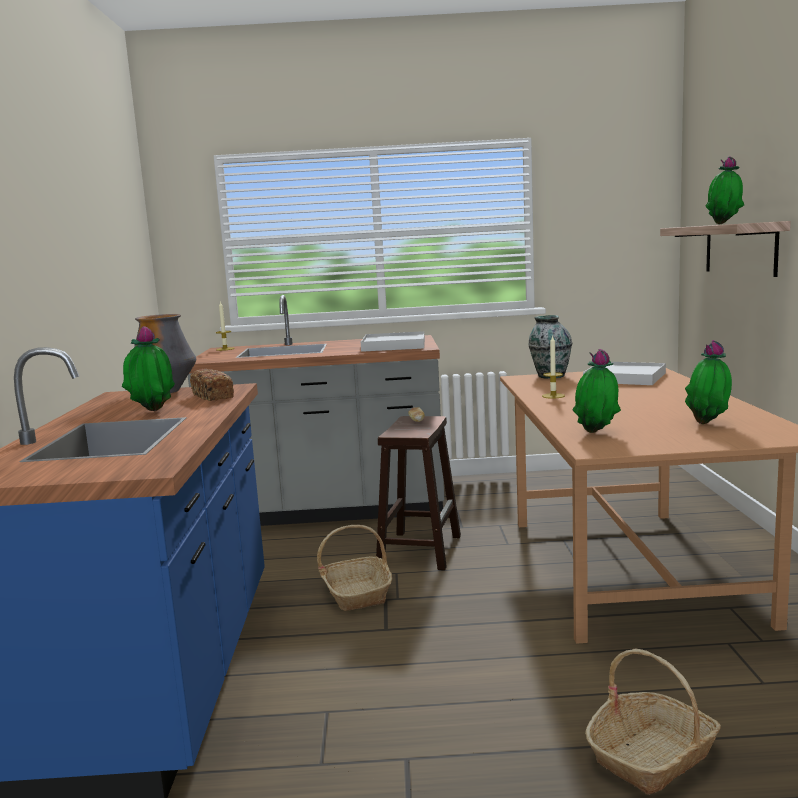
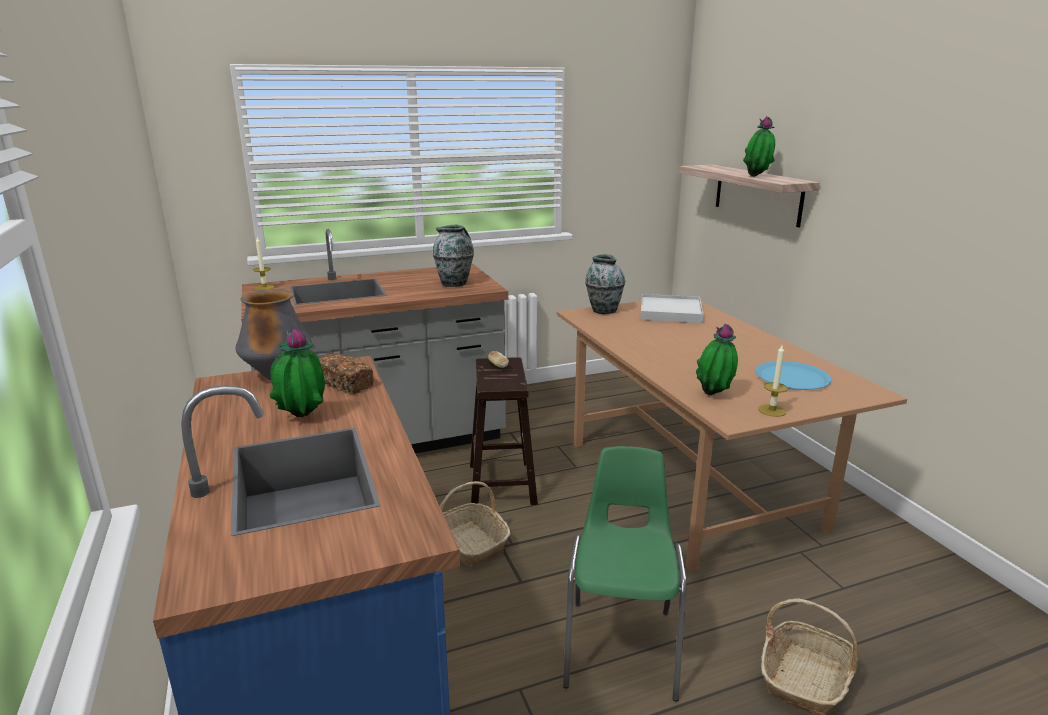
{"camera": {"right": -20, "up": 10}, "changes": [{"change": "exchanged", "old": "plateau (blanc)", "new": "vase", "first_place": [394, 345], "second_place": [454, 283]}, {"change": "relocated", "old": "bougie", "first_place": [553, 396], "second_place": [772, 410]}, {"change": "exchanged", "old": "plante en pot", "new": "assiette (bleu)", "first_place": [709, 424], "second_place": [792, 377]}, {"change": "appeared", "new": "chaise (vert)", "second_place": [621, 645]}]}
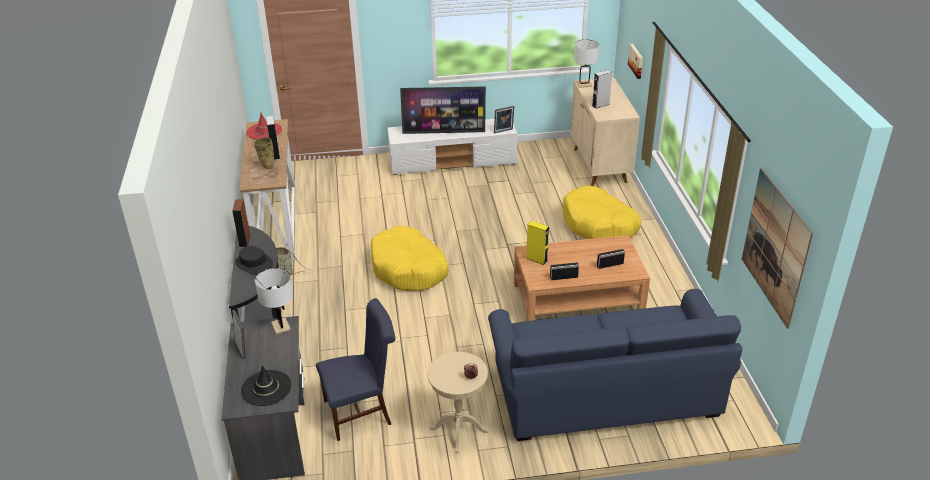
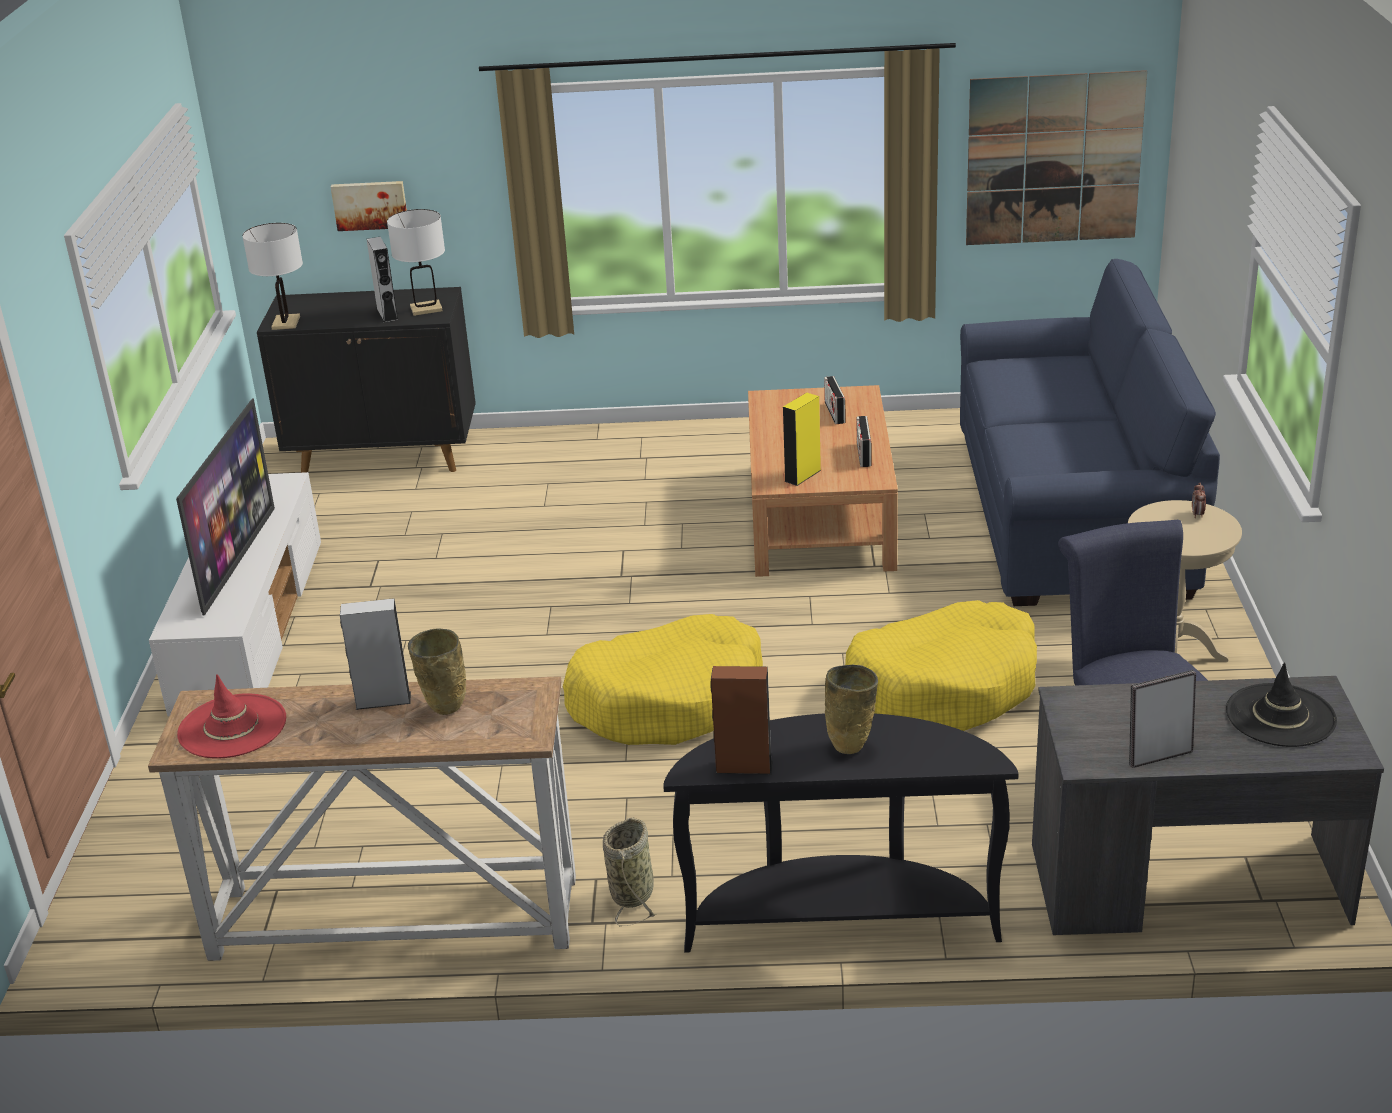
{"camera": {"right": -80, "up": -5}, "changes": [{"change": "exchanged", "old": "chapeau (noir)", "new": "vase (beige)", "first_place": [253, 264], "second_place": [852, 746]}, {"change": "relocated", "old": "lampe de table (blanc)", "first_place": [281, 326], "second_place": [426, 309]}, {"change": "missing", "old": "cadre photo", "first_place": [503, 131]}, {"change": "relocated", "old": "panier pour chien (jaune)", "first_place": [599, 225], "second_place": [943, 687]}, {"change": "colour", "old": "meuble de rangement (beige)", "new": "meuble de rangement (noir)", "first_place": [600, 166], "second_place": [385, 456]}]}
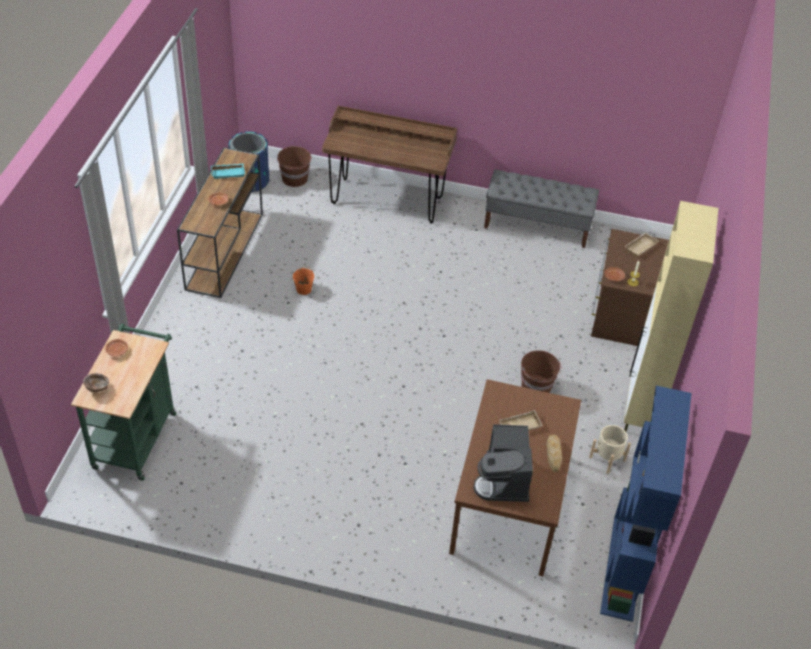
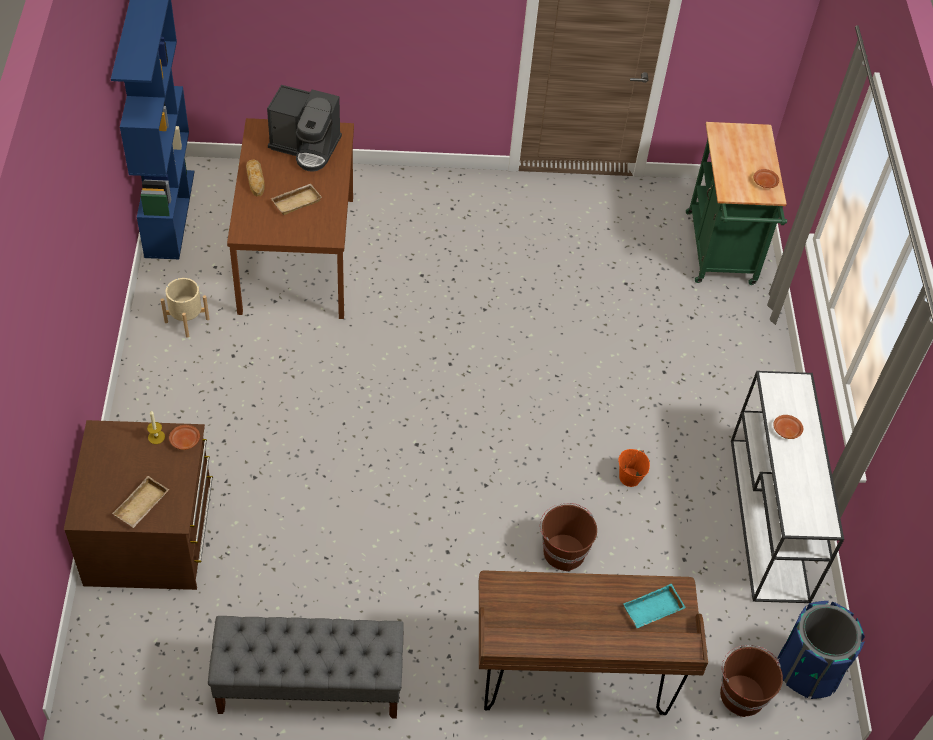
{"camera": {"right": 165, "up": 5}, "changes": [{"change": "missing", "old": "bol (marron)", "first_place": [97, 388]}, {"change": "colour", "old": "table console (marron)", "new": "table console (blanc)", "first_place": [225, 250], "second_place": [769, 520]}, {"change": "relocated", "old": "plateau (turquoise)", "first_place": [228, 172], "second_place": [653, 611]}, {"change": "spun", "old": "machine à café", "first_place": [504, 480], "second_place": [306, 147], "degrees": 120}, {"change": "relocated", "old": "seau (marron)", "first_place": [536, 386], "second_place": [563, 551]}, {"change": "missing", "old": "meuble de rangement (beige)", "first_place": [641, 410]}]}
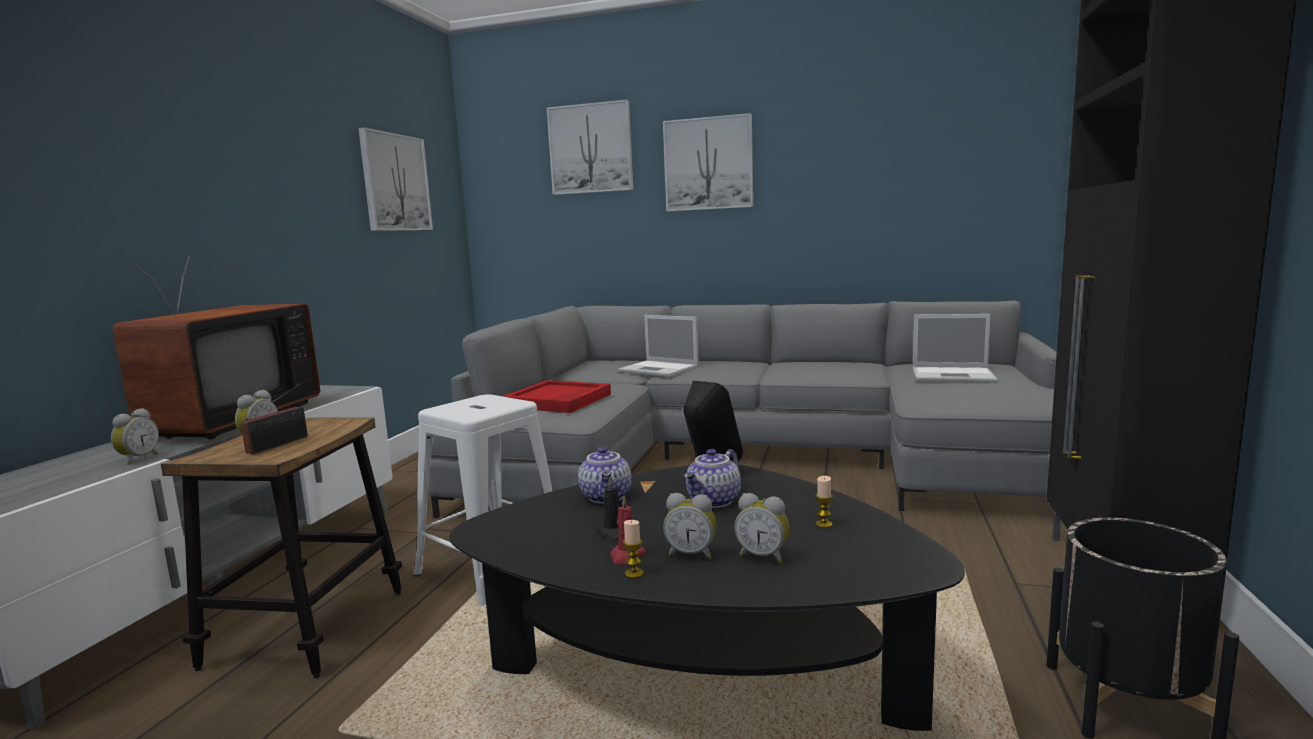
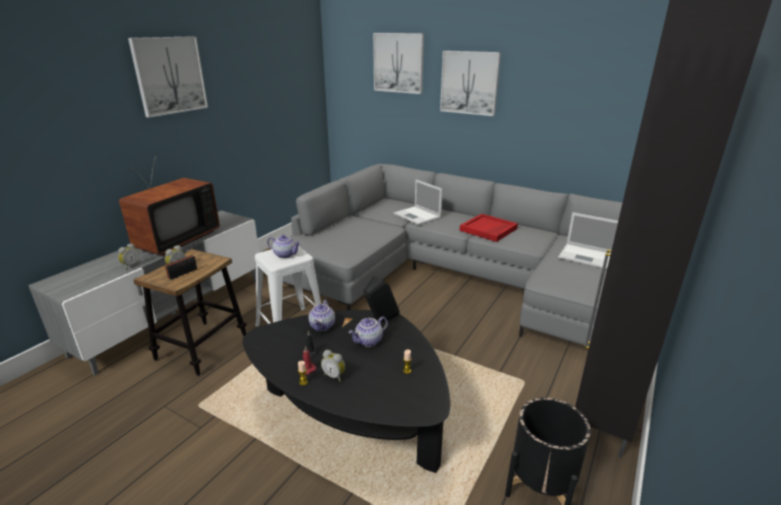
{"camera": {"right": 15, "up": 15}, "changes": [{"change": "relocated", "old": "tableau", "first_place": [395, 183], "second_place": [169, 75]}, {"change": "relocated", "old": "plateau (rouge)", "first_place": [558, 401], "second_place": [488, 229]}, {"change": "missing", "old": "réveil", "first_place": [763, 556]}, {"change": "appeared", "new": "théière", "second_place": [285, 255]}]}
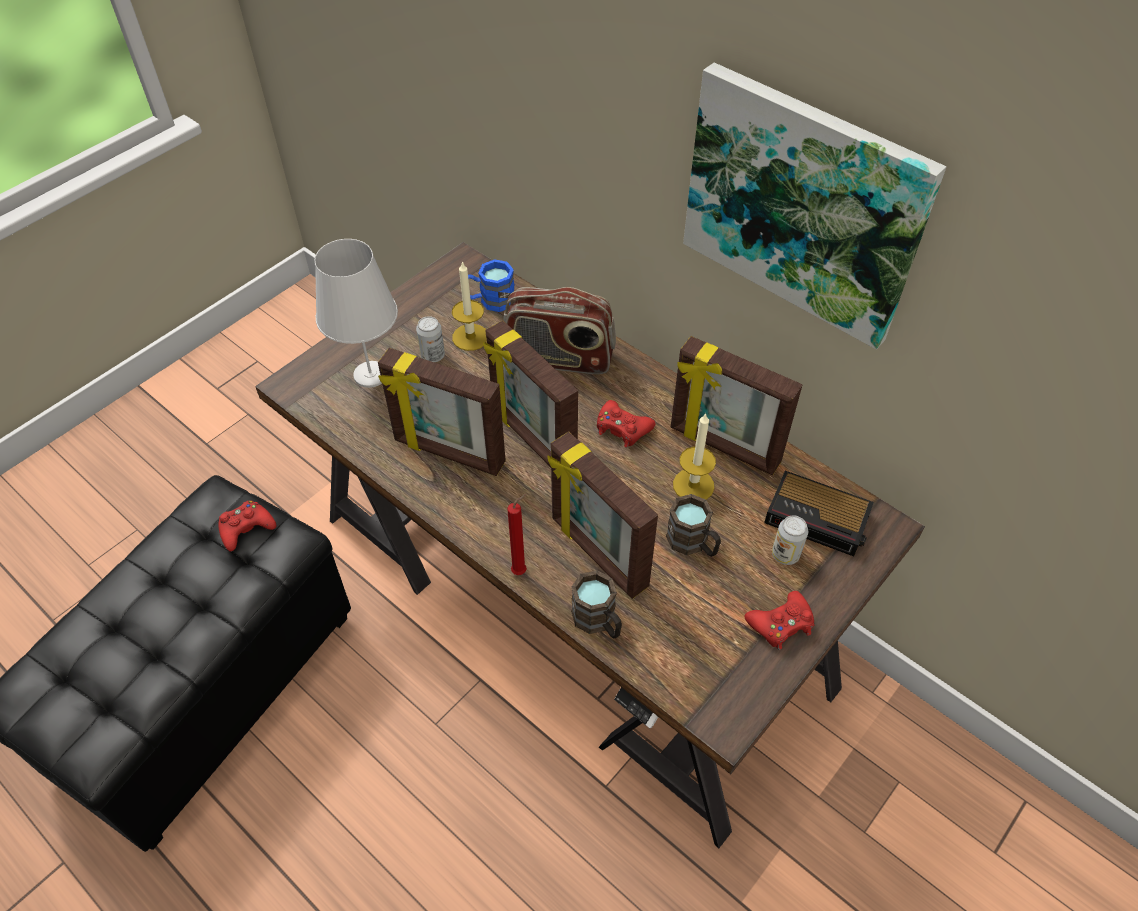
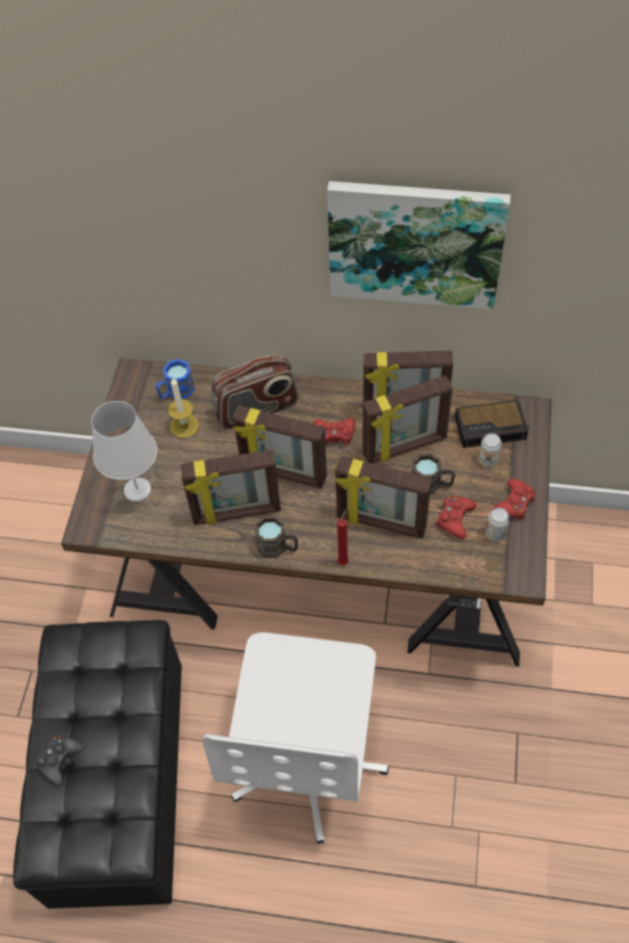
{"camera": {"right": -30, "up": 5}, "changes": [{"change": "relocated", "old": "manette (rouge)", "first_place": [246, 528], "second_place": [455, 519]}, {"change": "relocated", "old": "boîte métallique", "first_place": [433, 355], "second_place": [495, 534]}, {"change": "relocated", "old": "mug (marron)", "first_place": [598, 621], "second_place": [278, 547]}, {"change": "exchanged", "old": "bougie", "new": "cadre photo", "first_place": [693, 485], "second_place": [405, 447]}, {"change": "appeared", "new": "manette (noir)", "second_place": [59, 760]}, {"change": "appeared", "new": "chaise de bureau (blanc)", "second_place": [308, 761]}]}
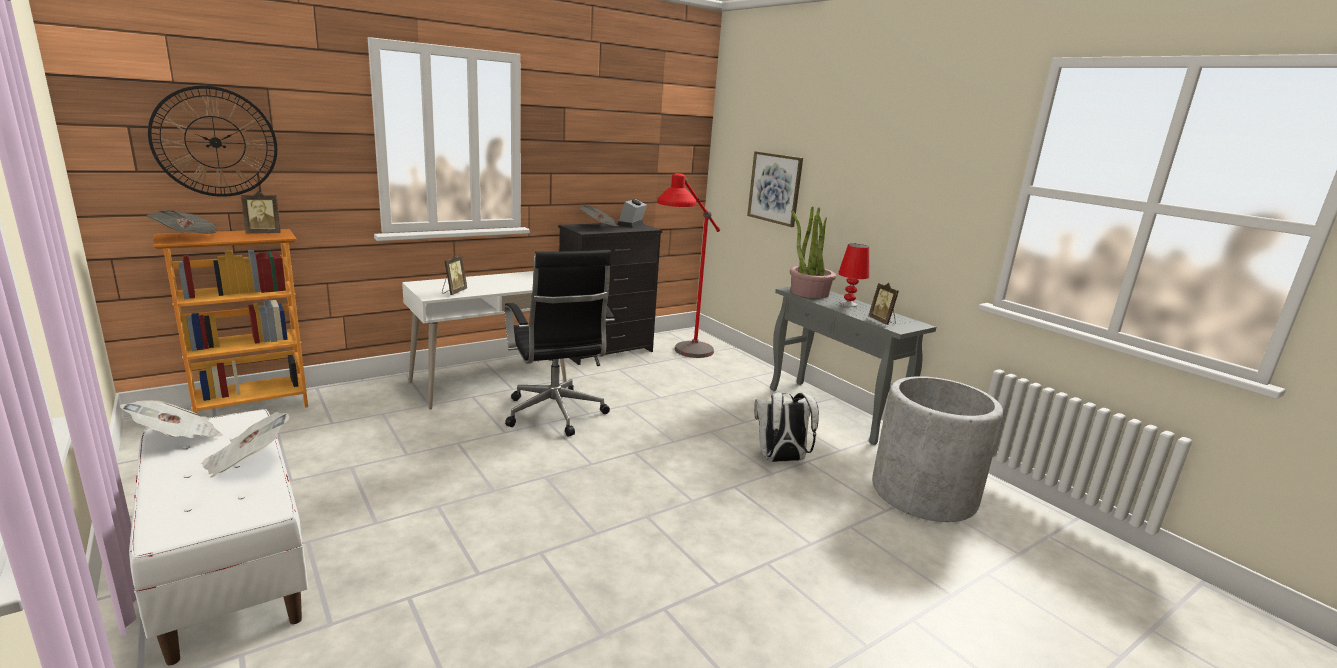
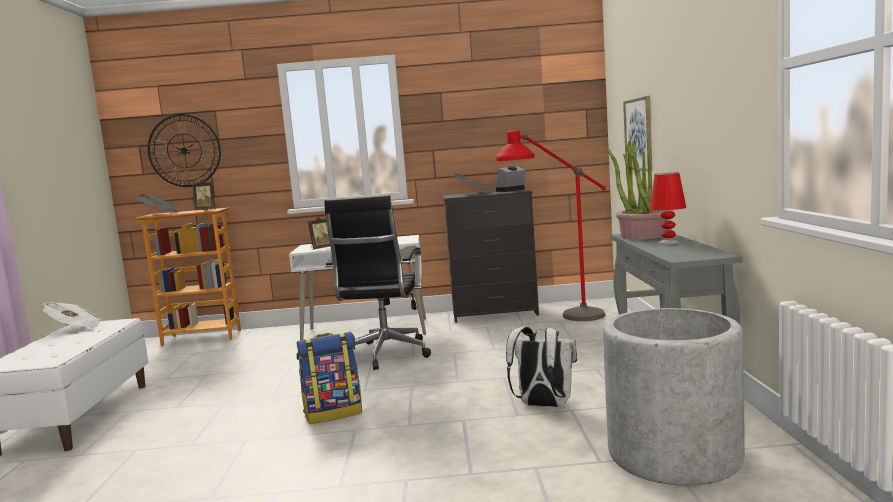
{"camera": {"right": 35, "up": -10}, "changes": [{"change": "missing", "old": "journal", "first_place": [247, 462]}, {"change": "missing", "old": "cadre photo", "first_place": [882, 321]}, {"change": "appeared", "new": "sac à dos", "second_place": [333, 413]}]}
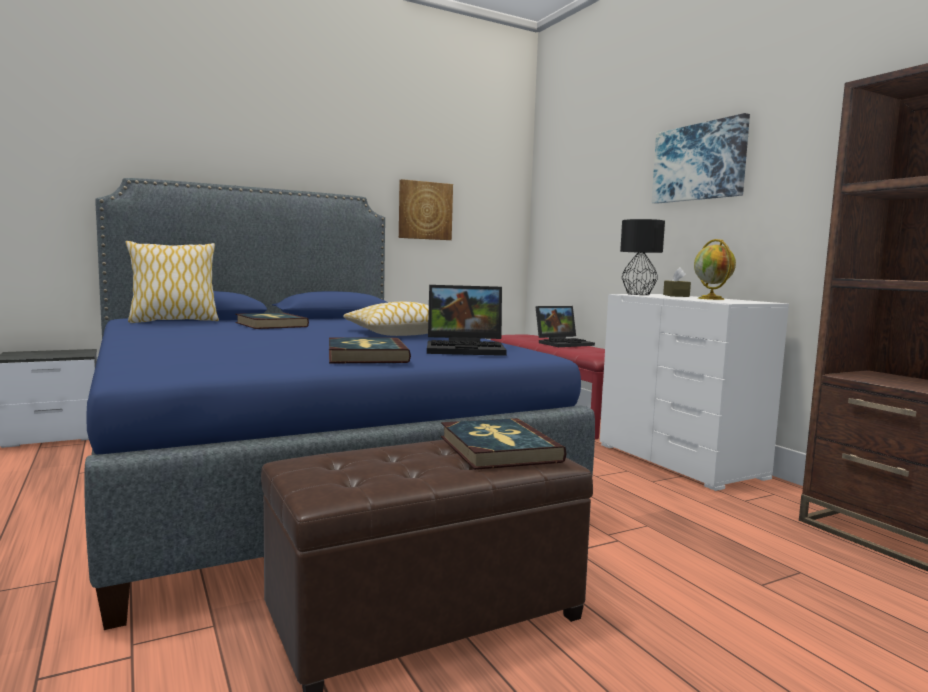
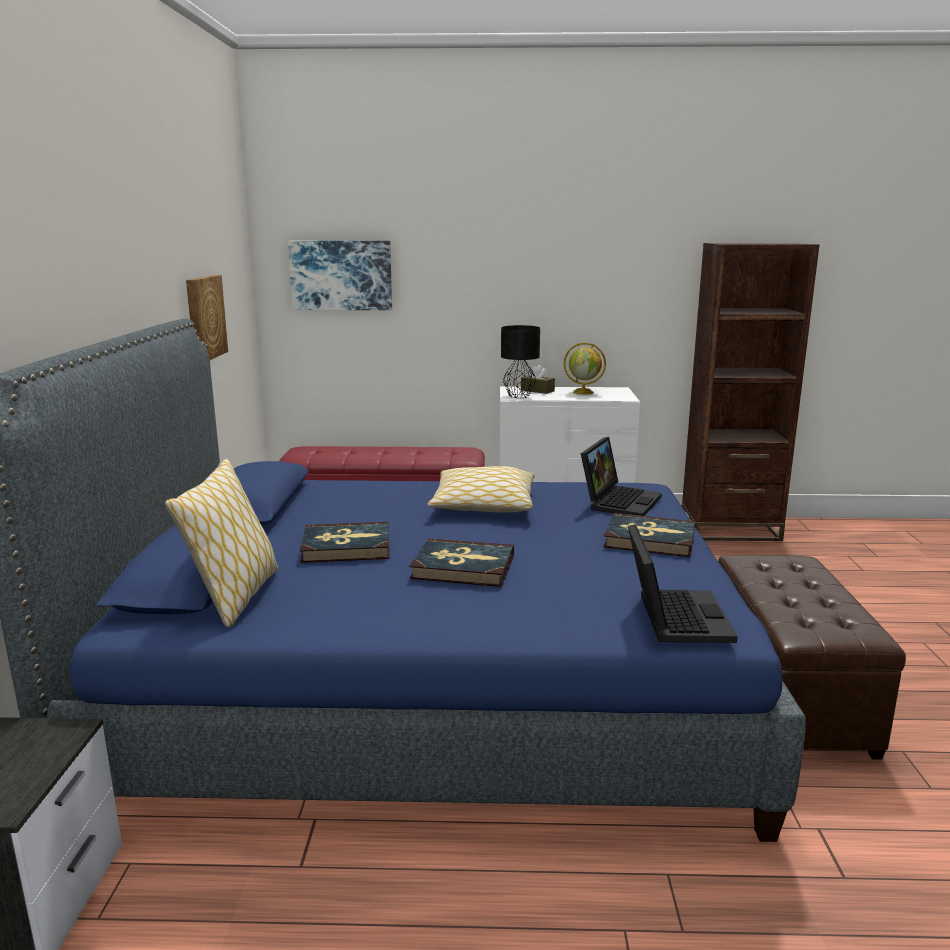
{"camera": {"right": -60, "up": 10}, "changes": [{"change": "relocated", "old": "livre", "first_place": [498, 449], "second_place": [463, 567]}, {"change": "relocated", "old": "ordinateur portable", "first_place": [564, 343], "second_place": [673, 616]}, {"change": "relocated", "old": "tableau", "first_place": [699, 162], "second_place": [341, 275]}]}
